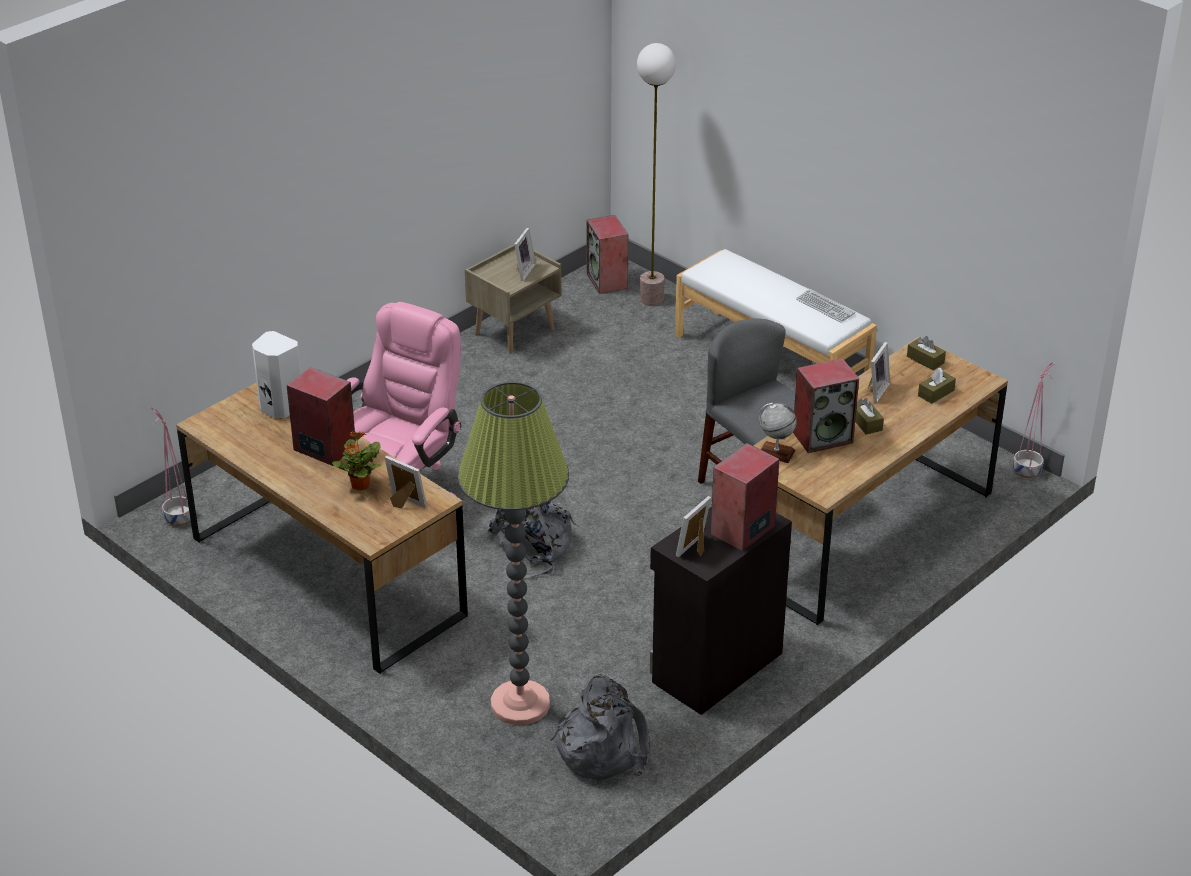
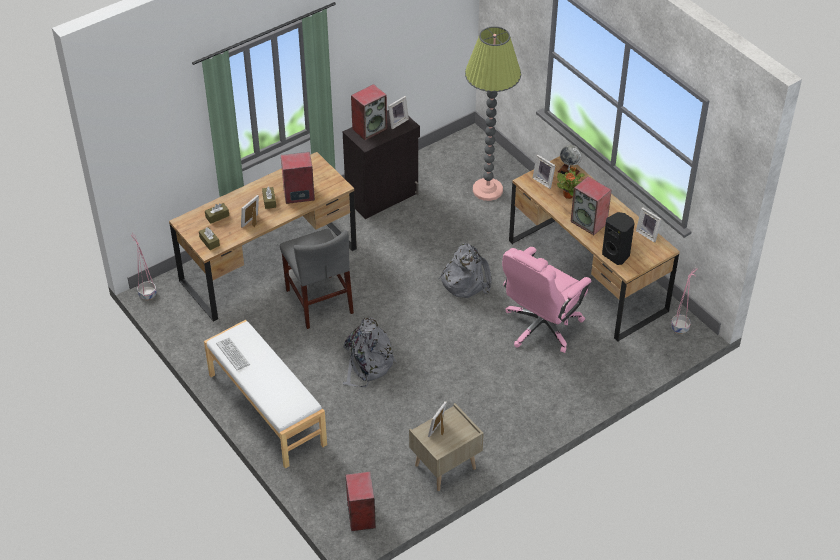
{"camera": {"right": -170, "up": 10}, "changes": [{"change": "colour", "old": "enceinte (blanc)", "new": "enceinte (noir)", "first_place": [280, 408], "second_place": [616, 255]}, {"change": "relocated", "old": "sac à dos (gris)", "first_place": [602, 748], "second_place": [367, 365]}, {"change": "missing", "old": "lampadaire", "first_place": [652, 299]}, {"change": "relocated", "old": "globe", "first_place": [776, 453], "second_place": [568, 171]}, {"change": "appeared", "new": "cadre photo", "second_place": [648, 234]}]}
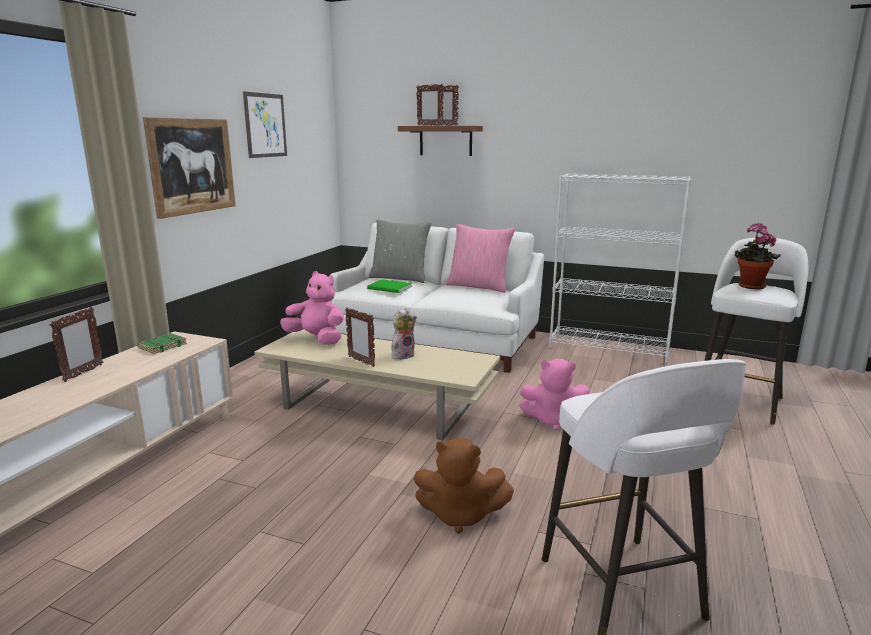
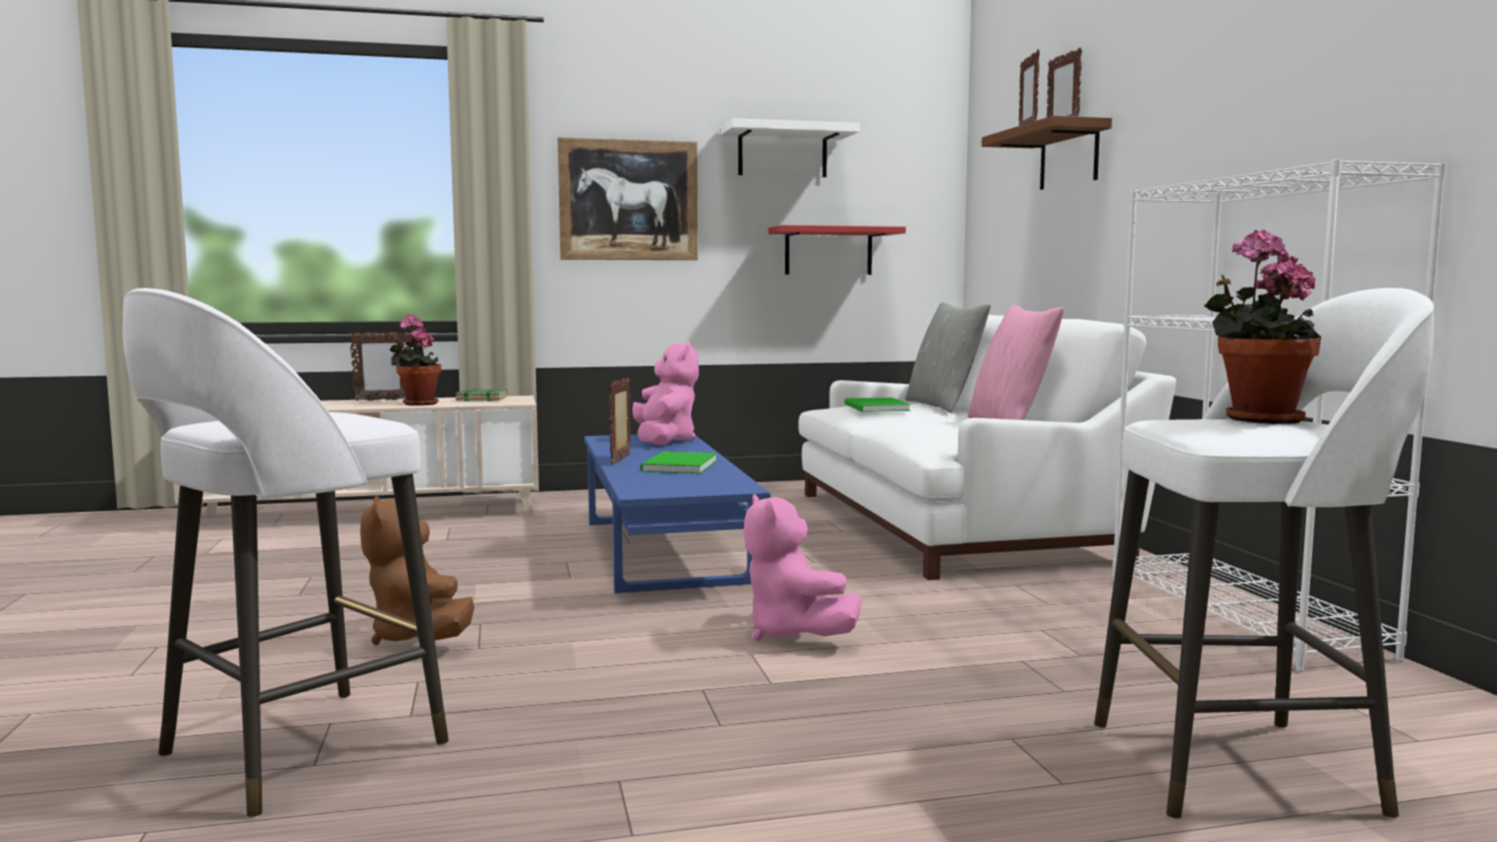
{"camera": {"right": 55, "up": -10}, "changes": [{"change": "exchanged", "old": "tableau", "new": "étagère (blanc)", "first_place": [265, 125], "second_place": [782, 152]}, {"change": "colour", "old": "table basse (beige)", "new": "table basse (bleu)", "first_place": [378, 406], "second_place": [664, 550]}, {"change": "exchanged", "old": "peluche", "new": "livre (vert)", "first_place": [403, 355], "second_place": [677, 466]}, {"change": "appeared", "new": "plante en pot", "second_place": [417, 403]}, {"change": "appeared", "new": "étagère (rouge)", "second_place": [828, 251]}]}
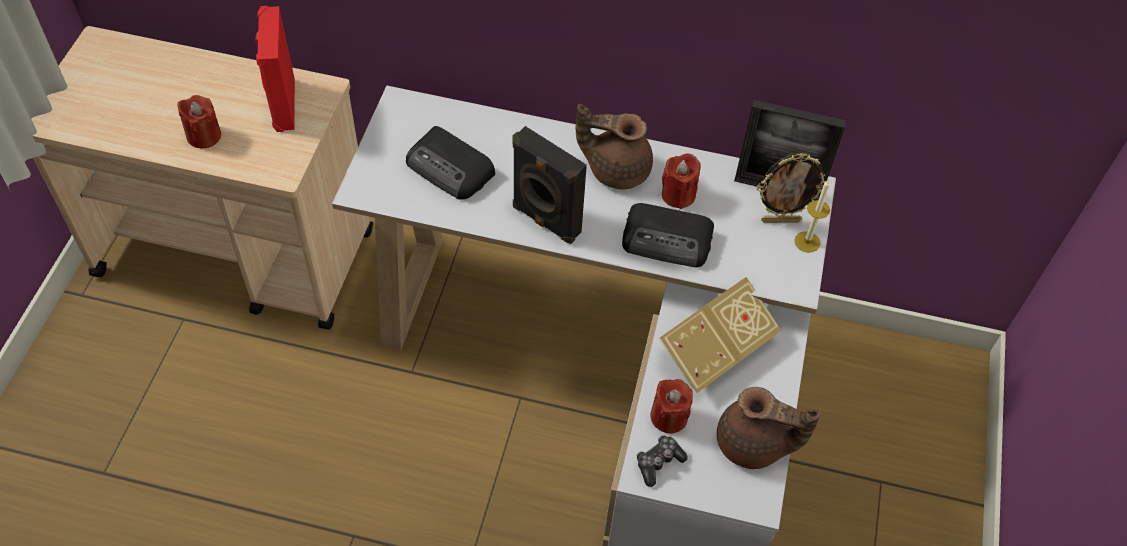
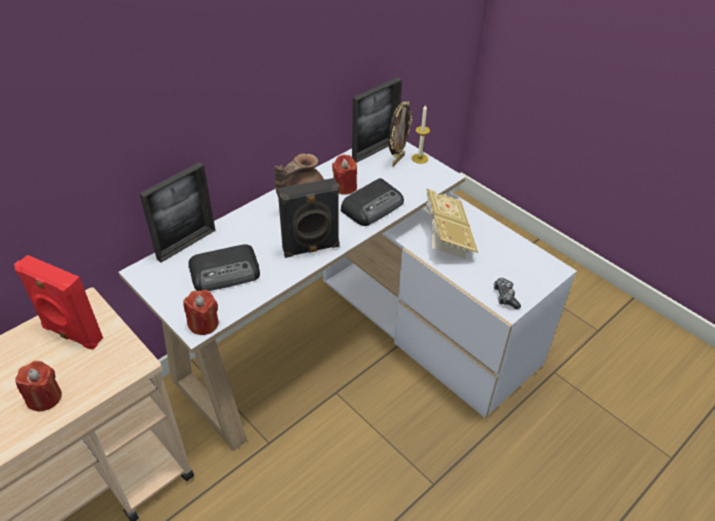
{"camera": {"right": -55, "up": -10}, "changes": [{"change": "relocated", "old": "bougie (rouge)", "first_place": [669, 416], "second_place": [204, 324]}, {"change": "missing", "old": "théière (marron)", "first_place": [753, 445]}, {"change": "appeared", "new": "cadre photo", "second_place": [186, 244]}]}
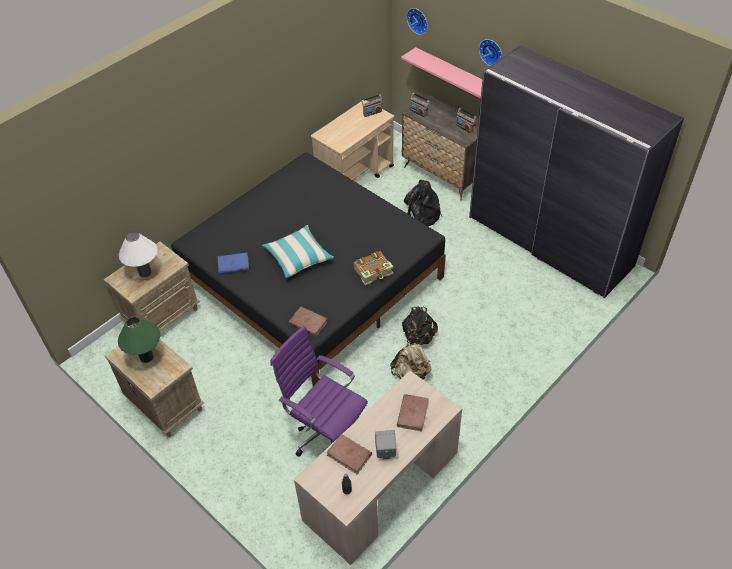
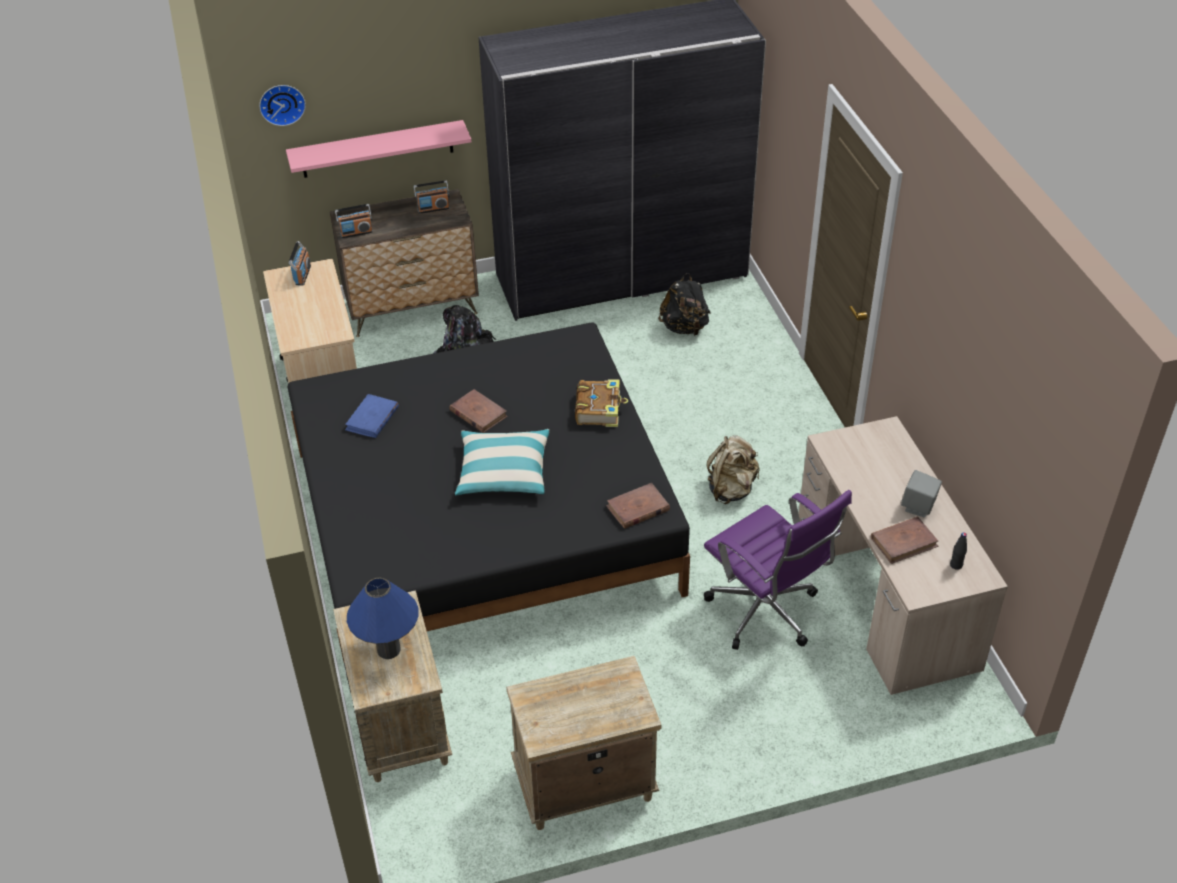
{"camera": {"right": -60, "up": -5}, "changes": [{"change": "missing", "old": "lampe de table (vert)", "first_place": [146, 357]}, {"change": "colour", "old": "lampe de table (blanc)", "new": "lampe de table (bleu)", "first_place": [145, 272], "second_place": [388, 649]}, {"change": "relocated", "old": "livre (bleu)", "first_place": [233, 265], "second_place": [372, 419]}, {"change": "spun", "old": "chaise de bureau (violet)", "first_place": [325, 432], "second_place": [767, 614], "degrees": -105}, {"change": "relocated", "old": "livre (marron)", "first_place": [412, 413], "second_place": [478, 413]}, {"change": "relocated", "old": "sac à dos (noir)", "first_place": [418, 337], "second_place": [685, 328]}, {"change": "missing", "old": "horloge murale", "first_place": [492, 52]}]}
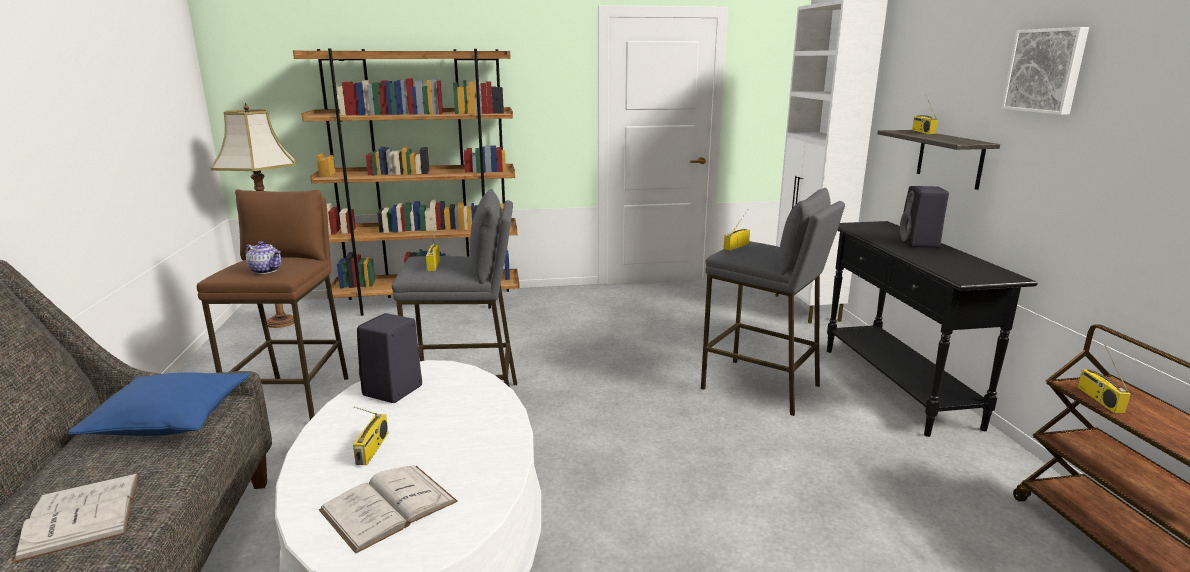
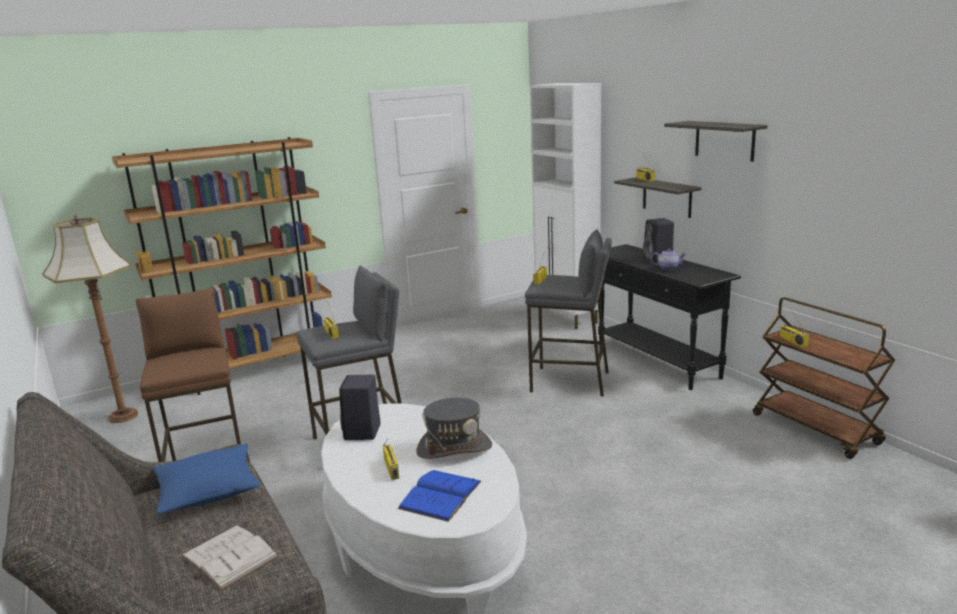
{"camera": {"right": -20, "up": 0}, "changes": [{"change": "relocated", "old": "théière", "first_place": [266, 270], "second_place": [668, 268]}, {"change": "colour", "old": "livre (blanc)", "new": "livre (bleu)", "first_place": [388, 506], "second_place": [440, 495]}, {"change": "exchanged", "old": "tableau", "new": "étagère", "first_place": [1046, 71], "second_place": [724, 140]}, {"change": "appeared", "new": "chapeau (gris)", "second_place": [454, 448]}]}
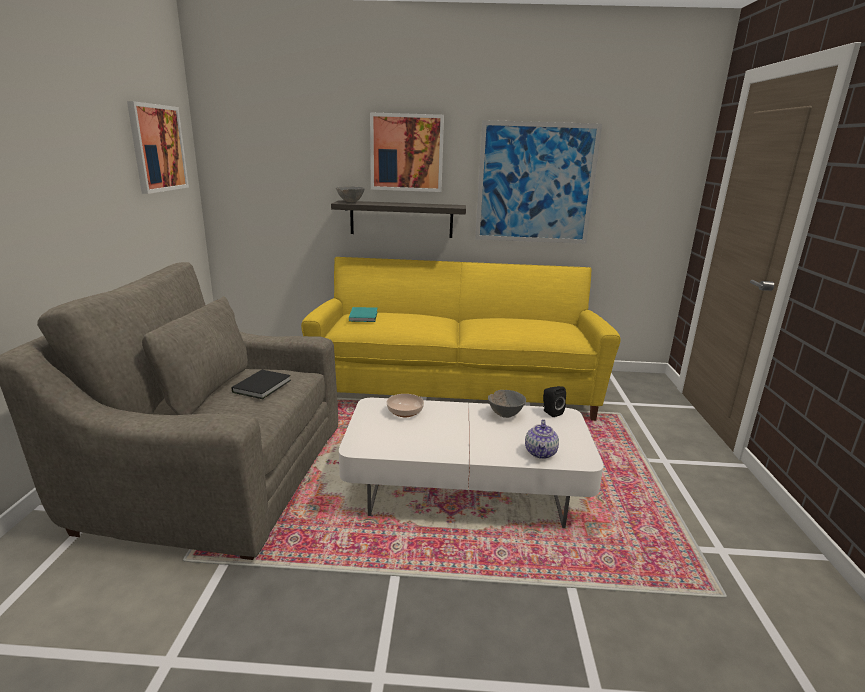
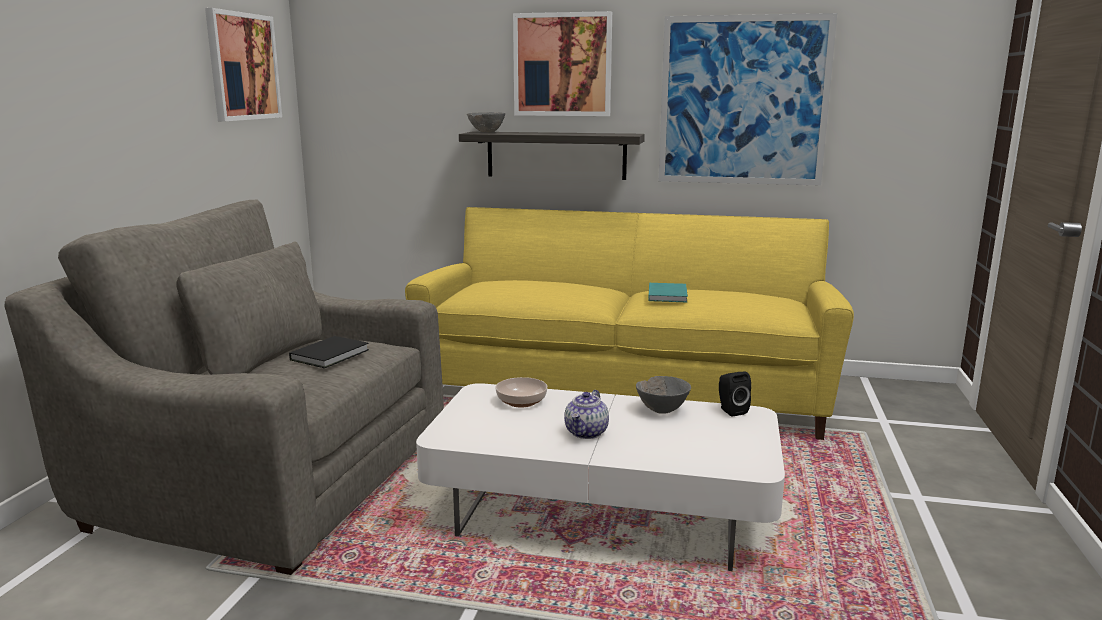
{"camera": {"right": 10, "up": -5}, "changes": [{"change": "relocated", "old": "livre (turquoise)", "first_place": [364, 316], "second_place": [668, 295]}, {"change": "relocated", "old": "théière", "first_place": [541, 453], "second_place": [586, 433]}]}
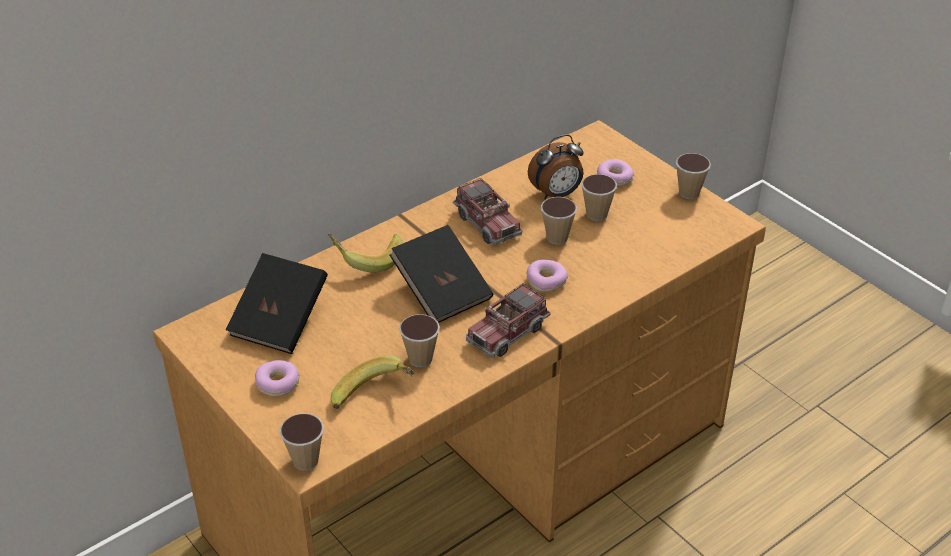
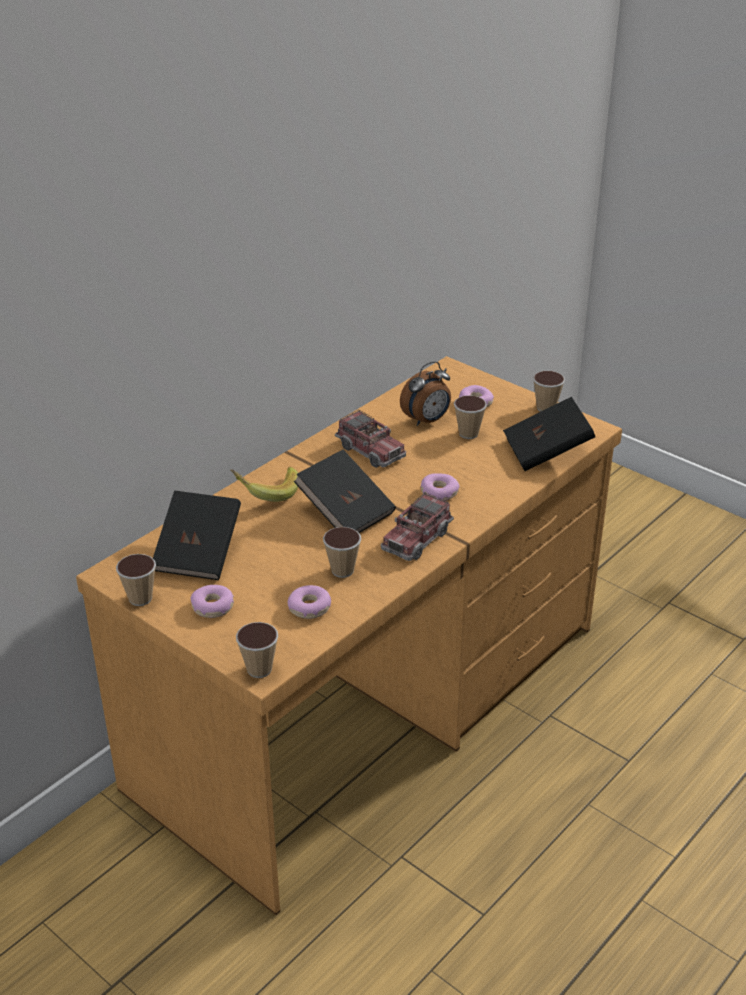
{"camera": {"right": -10, "up": -5}, "changes": [{"change": "exchanged", "old": "banane", "new": "beignet", "first_place": [375, 397], "second_place": [309, 608]}, {"change": "relocated", "old": "tasse", "first_place": [557, 238], "second_place": [140, 598]}, {"change": "appeared", "new": "livre (noir)", "second_place": [547, 452]}]}
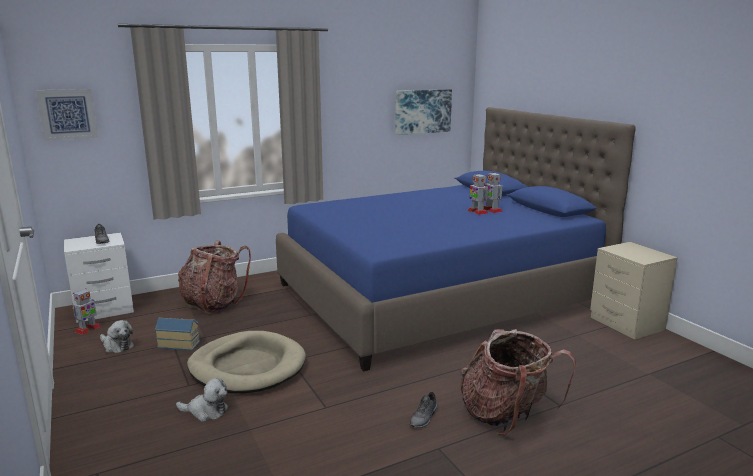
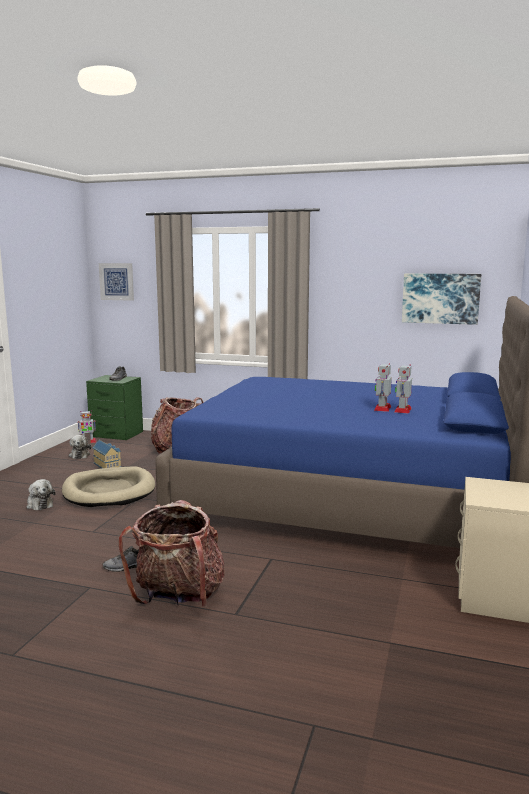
{"camera": {"right": 45, "up": -5}, "changes": [{"change": "colour", "old": "table de chevet (blanc)", "new": "table de chevet (vert)", "first_place": [105, 309], "second_place": [117, 434]}]}
